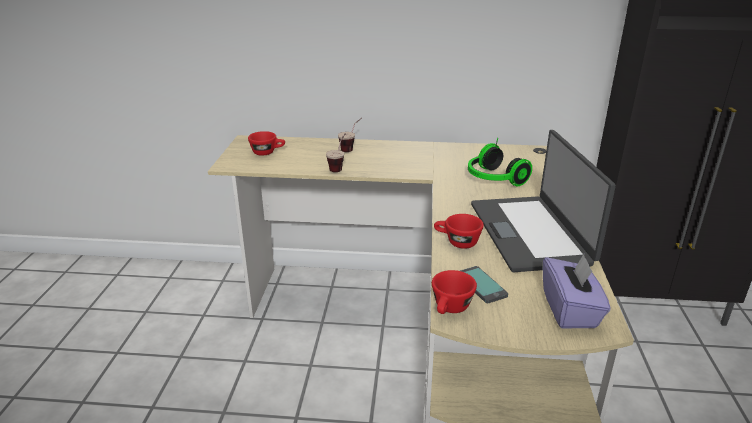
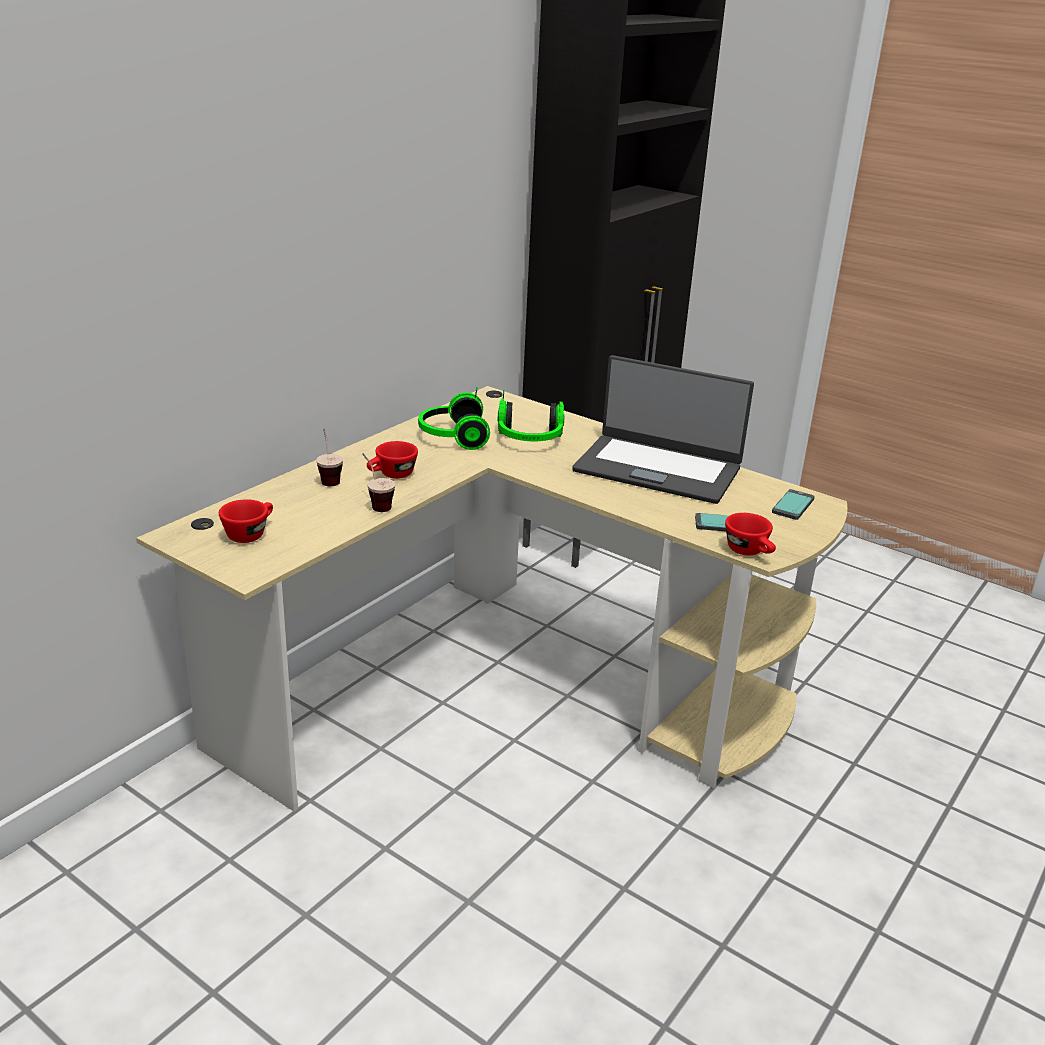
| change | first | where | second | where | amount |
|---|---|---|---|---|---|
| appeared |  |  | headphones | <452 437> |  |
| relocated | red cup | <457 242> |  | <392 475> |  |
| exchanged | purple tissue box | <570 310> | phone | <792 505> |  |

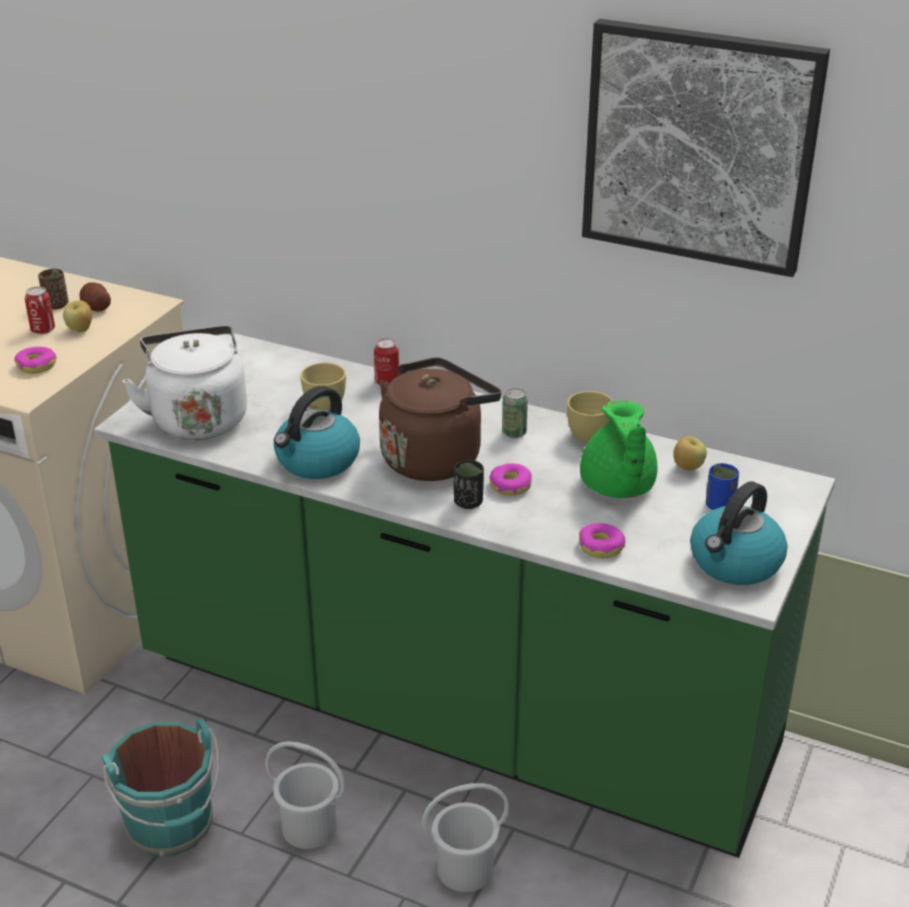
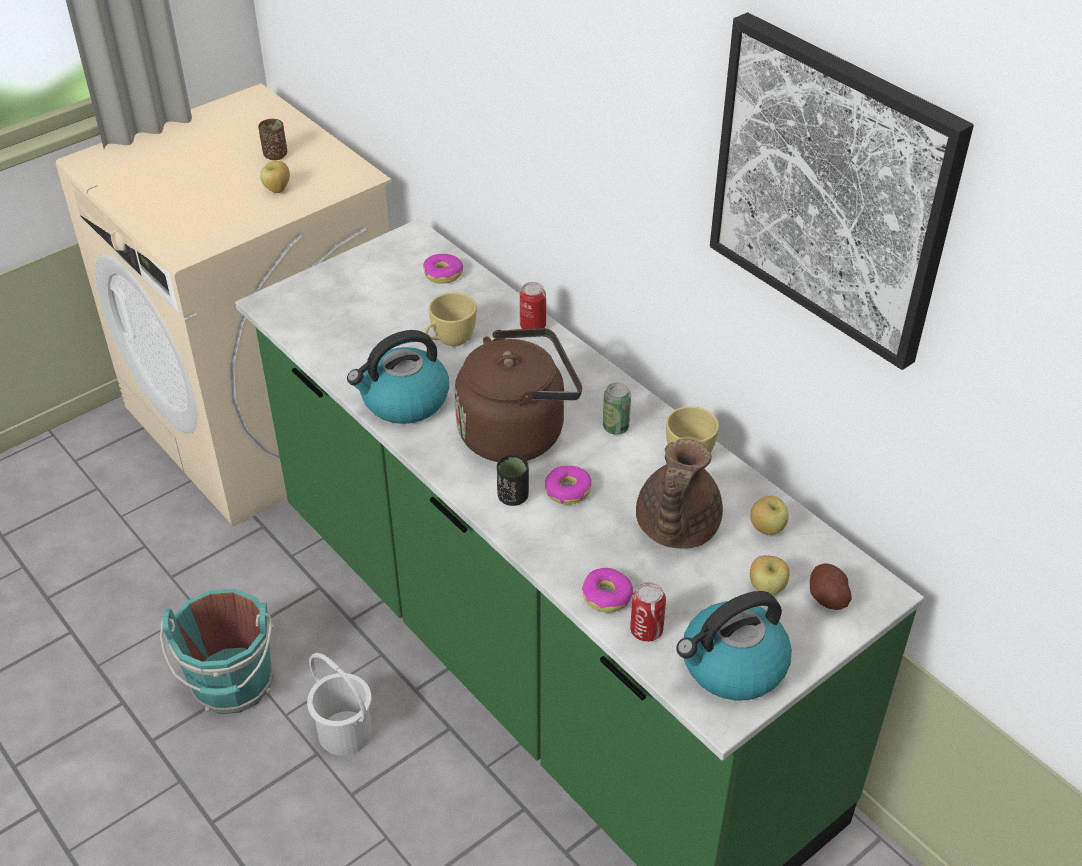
| change | first | where | second | where | amount |
|---|---|---|---|---|---|
| missing | white kettle | <197 418> |  |  |  |
| missing | white bucket | <464 868> |  |  |  |
| relocated | donut | <37 366> |  | <443 274> |  |
| relocated | can | <43 330> |  | <646 630> |  |
| relocated | potato | <96 308> |  | <827 597> |  |
| exchanged | blue cup | <719 506> | apple | <767 589> |  |
| colour | green teapot | <617 487> | brown teapot | <675 528> |  |

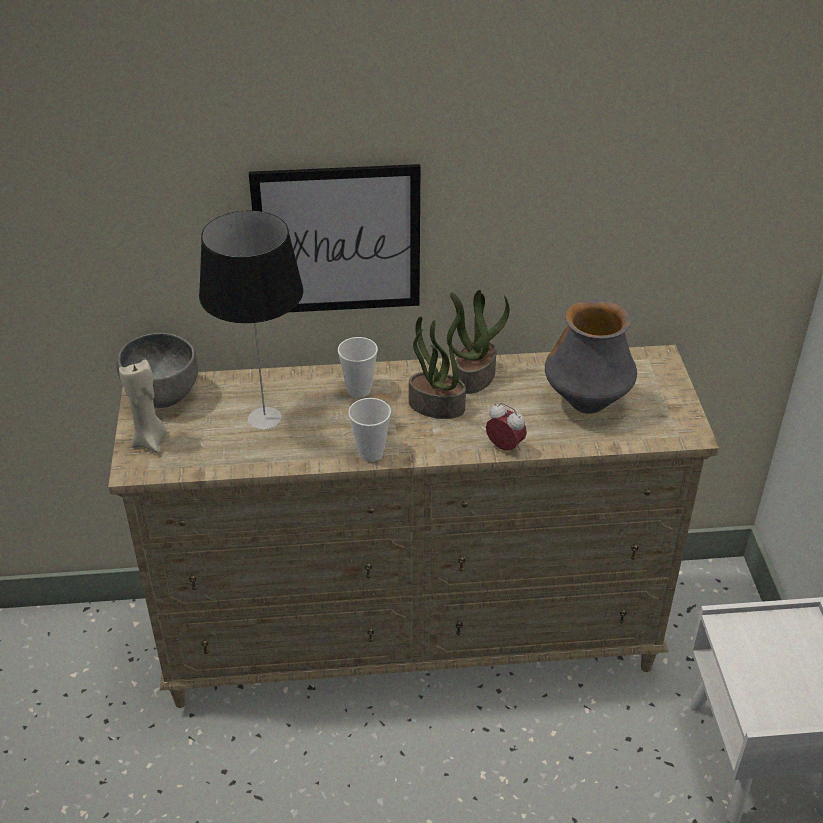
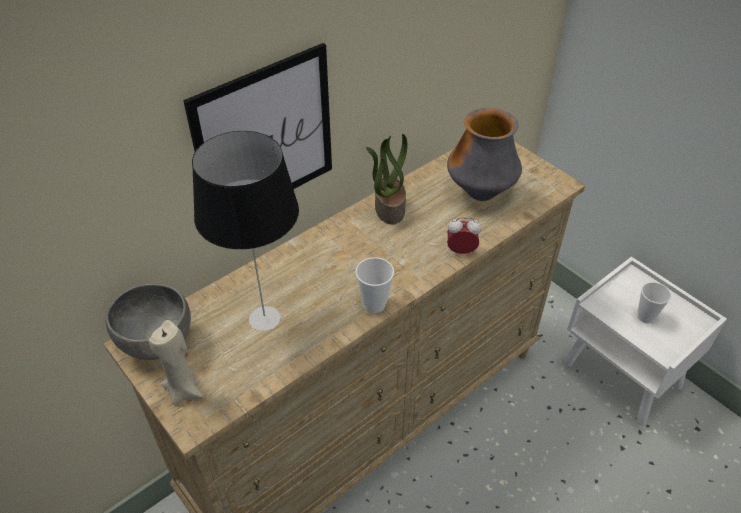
| change | first | where | second | where | amount |
|---|---|---|---|---|---|
| missing | potted plant | <435 406> |  |  |  |
| relocated | cup | <359 390> |  | <645 317> |  |

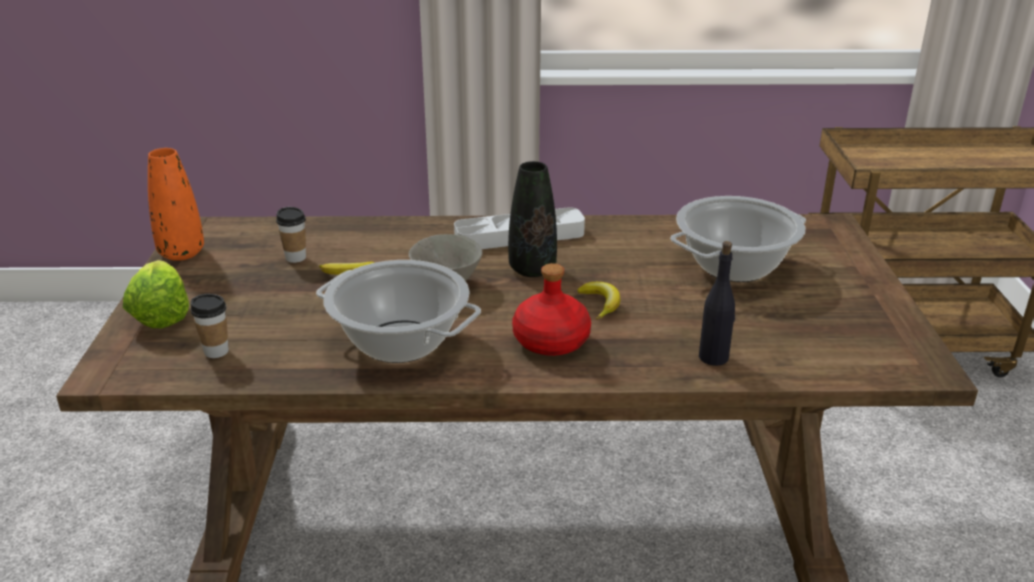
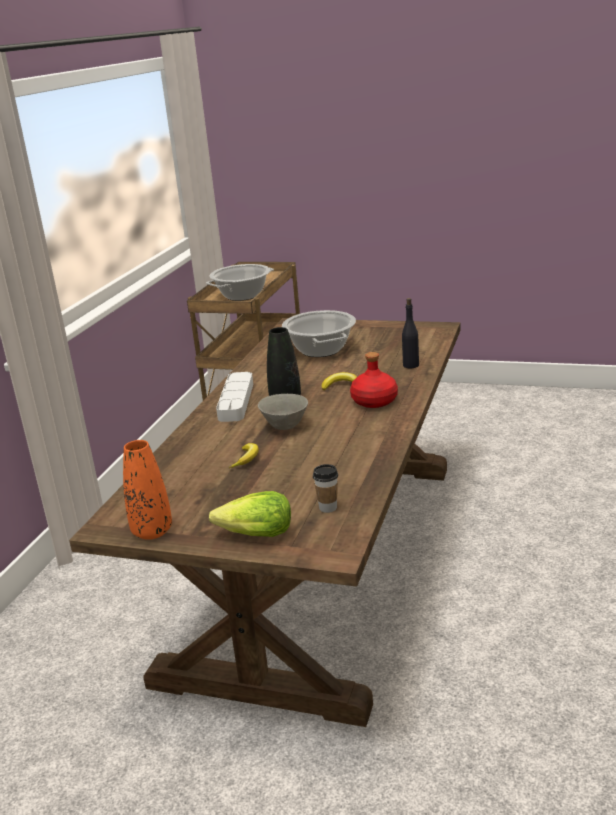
| change | first | where | second | where | amount |
|---|---|---|---|---|---|
| missing | cup | <295 258> |  |  |  |
| relocated | cooking pot | <399 342> |  | <242 296> |  |

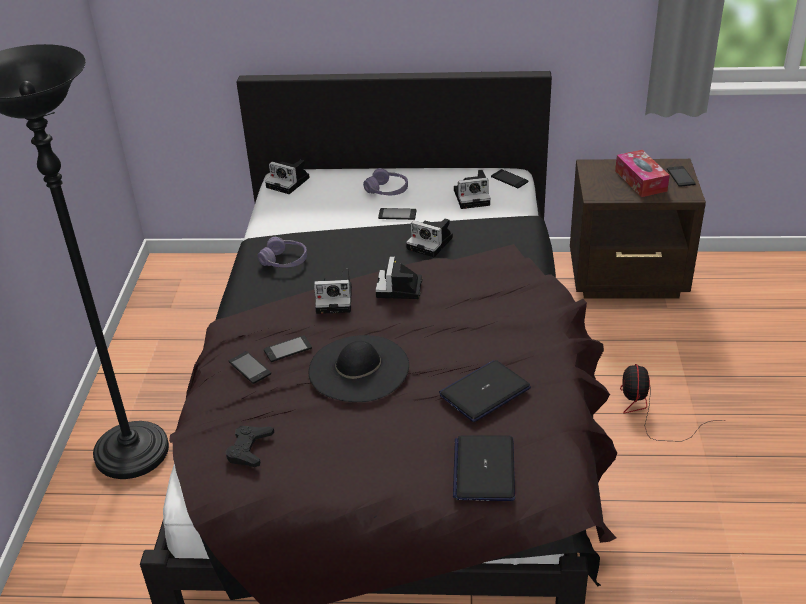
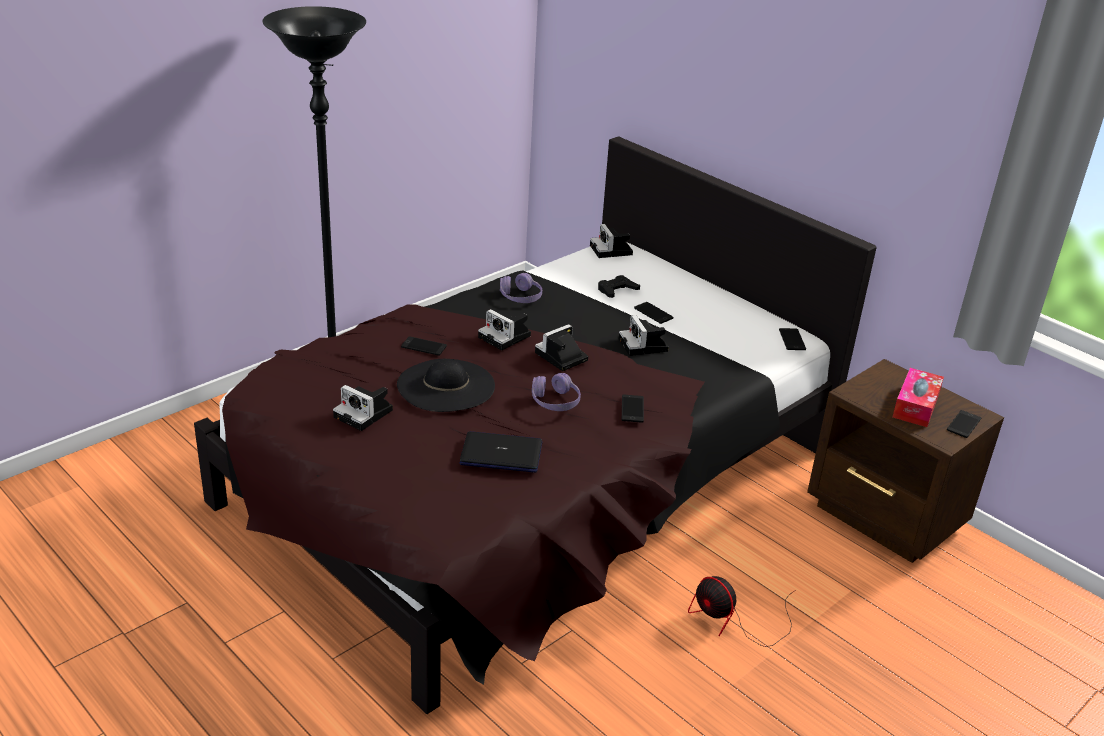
| change | first | where | second | where | amount |
|---|---|---|---|---|---|
| missing | laptop | <484 469> |  |  |  |
| relocated | black game controller | <249 449> |  | <617 290> |  |
| relocated | phone | <249 368> |  | <632 409> |  |
| relocated | purple headphones | <387 190> |  | <555 401> |  |
| relocated | photo camera | <473 197> |  | <365 414> |  |
| spun | fan | <649 412> |  | <734 621> | 90 degrees counterclockwise |

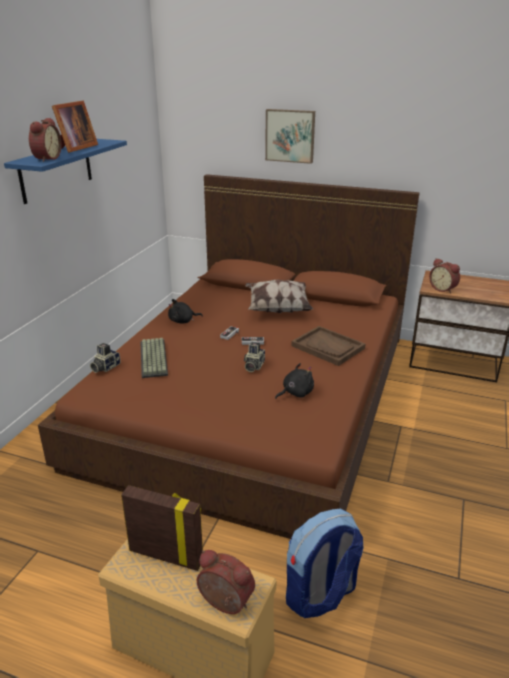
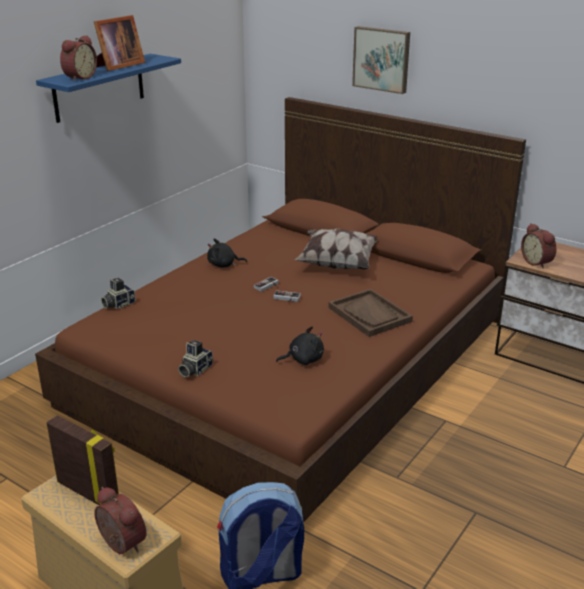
| change | first | where | second | where | amount |
|---|---|---|---|---|---|
| missing | keyboard | <155 358> |  |  |  |
| relocated | photo camera | <253 366> |  | <194 369> |  |

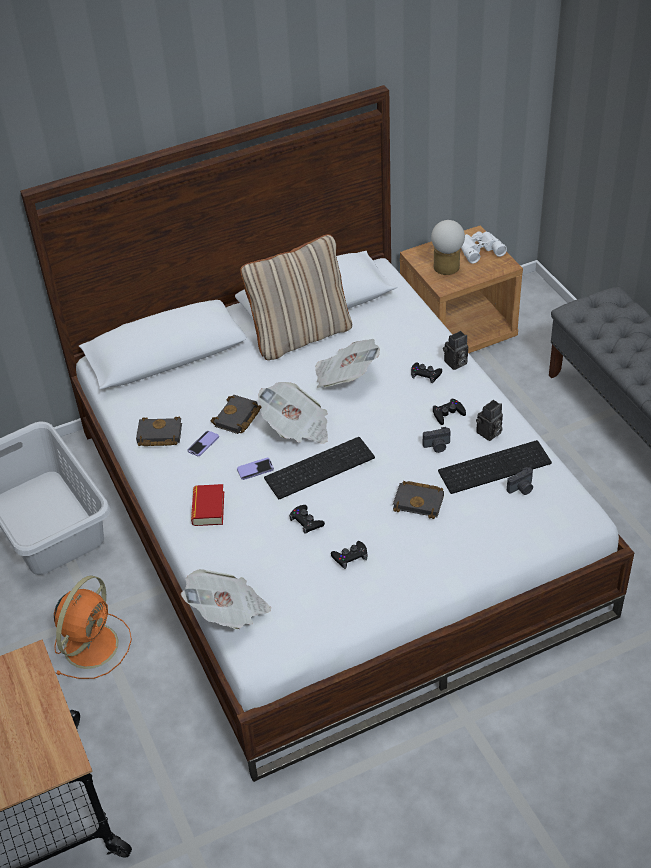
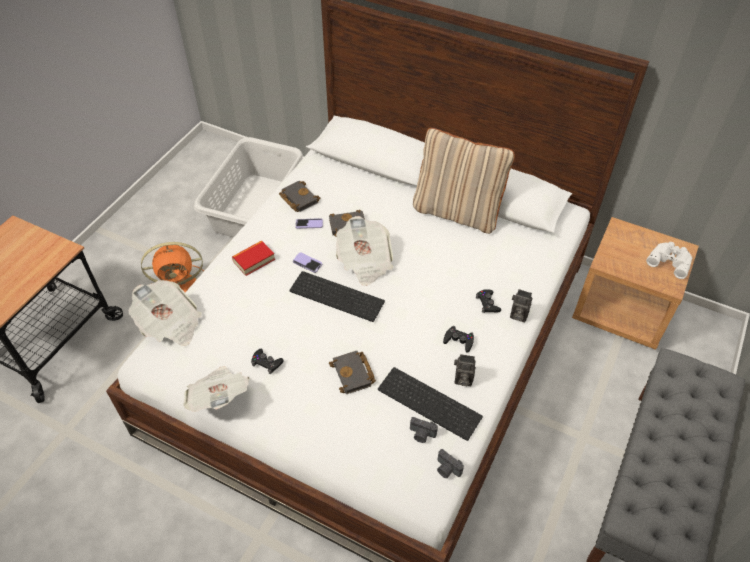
| change | first | where | second | where | amount |
|---|---|---|---|---|---|
| missing | black game controller | <306 521> |  |  |  |
| missing | table lamp | <446 269> |  |  |  |
| relocated | newspaper | <345 376> |  | <219 397> |  |
| relocated | photo camera | <437 446> |  | <447 469> |  |

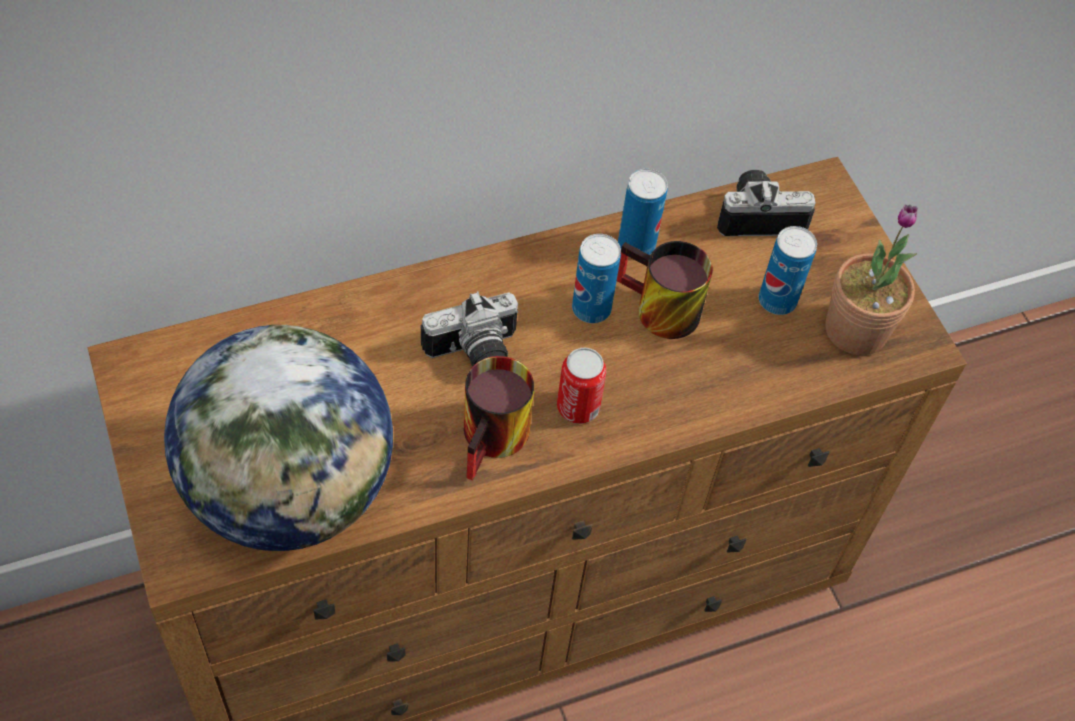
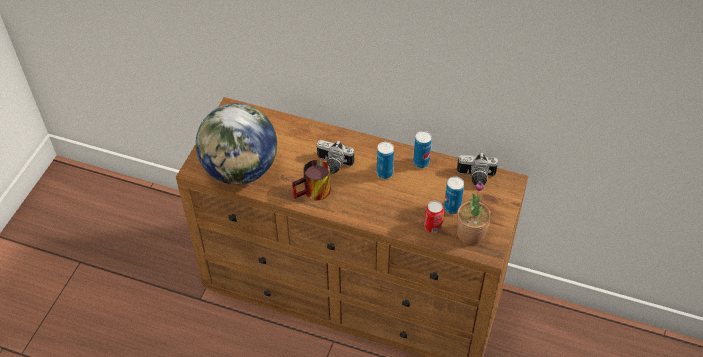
| change | first | where | second | where | amount |
|---|---|---|---|---|---|
| missing | mug | <656 311> |  |  |  |
| relocated | can | <578 407> |  | <432 226> |  |
| spun | photo camera | <759 214> |  | <476 177> | 150 degrees clockwise |

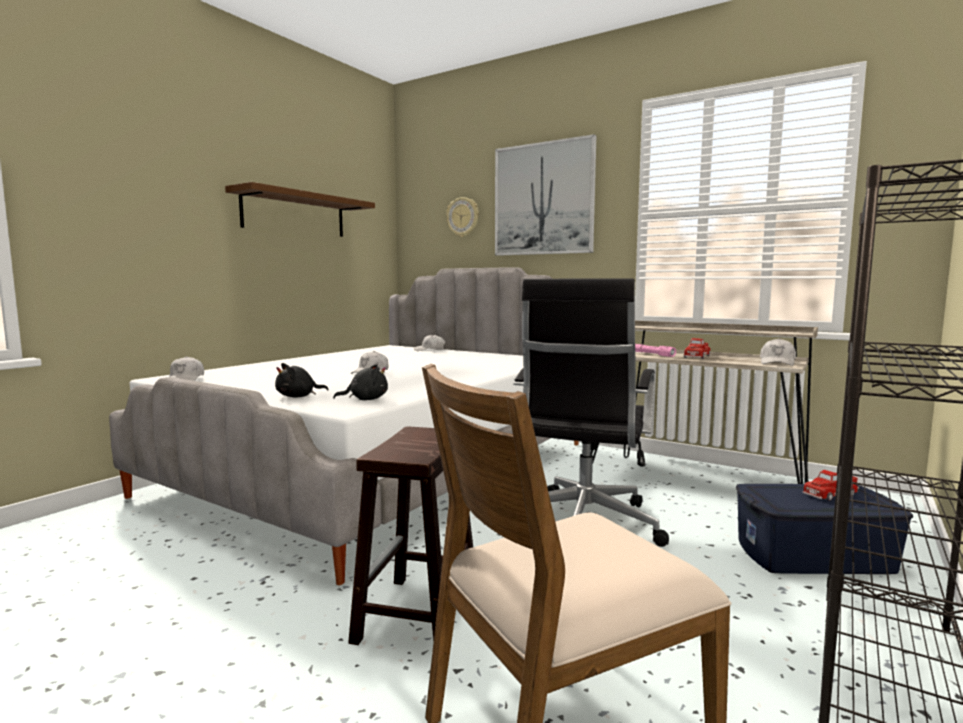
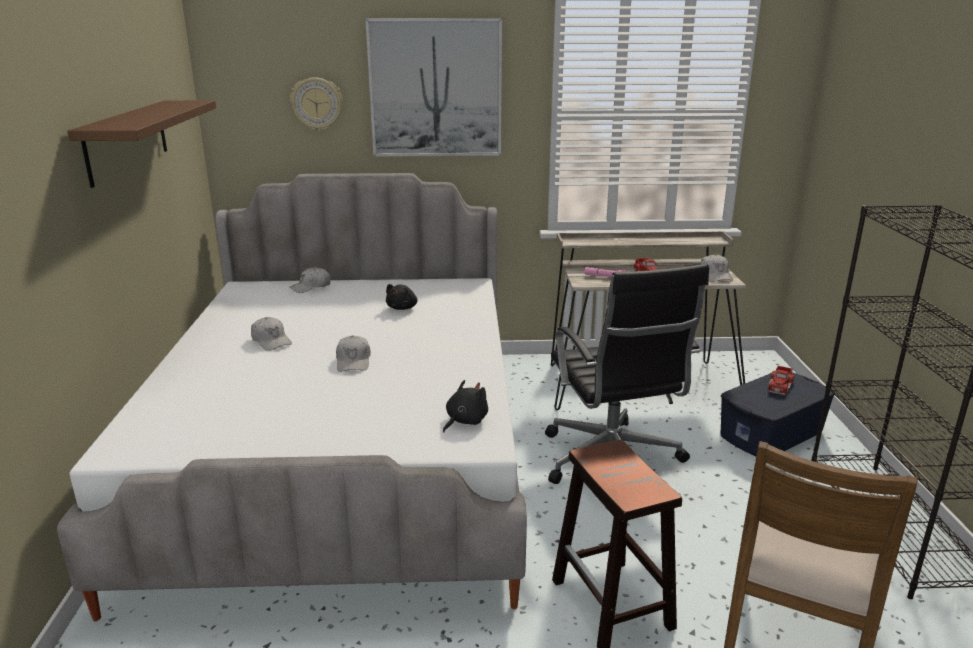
| change | first | where | second | where | amount |
|---|---|---|---|---|---|
| relocated | white cap | <185 379> |  | <271 341> |  |
| relocated | black plush toy | <298 396> |  | <403 308> |  |

